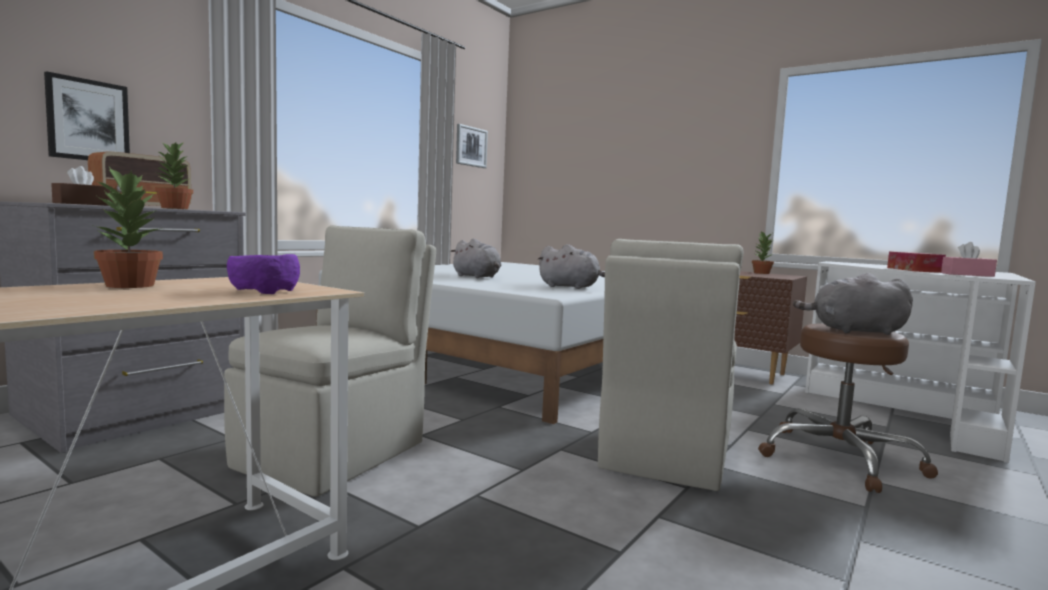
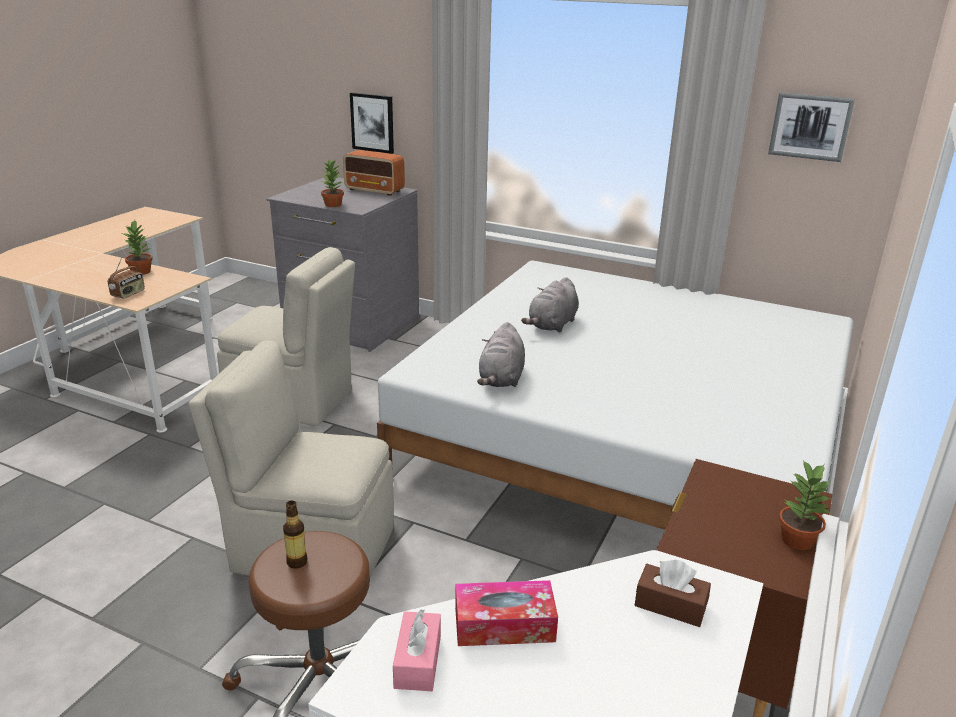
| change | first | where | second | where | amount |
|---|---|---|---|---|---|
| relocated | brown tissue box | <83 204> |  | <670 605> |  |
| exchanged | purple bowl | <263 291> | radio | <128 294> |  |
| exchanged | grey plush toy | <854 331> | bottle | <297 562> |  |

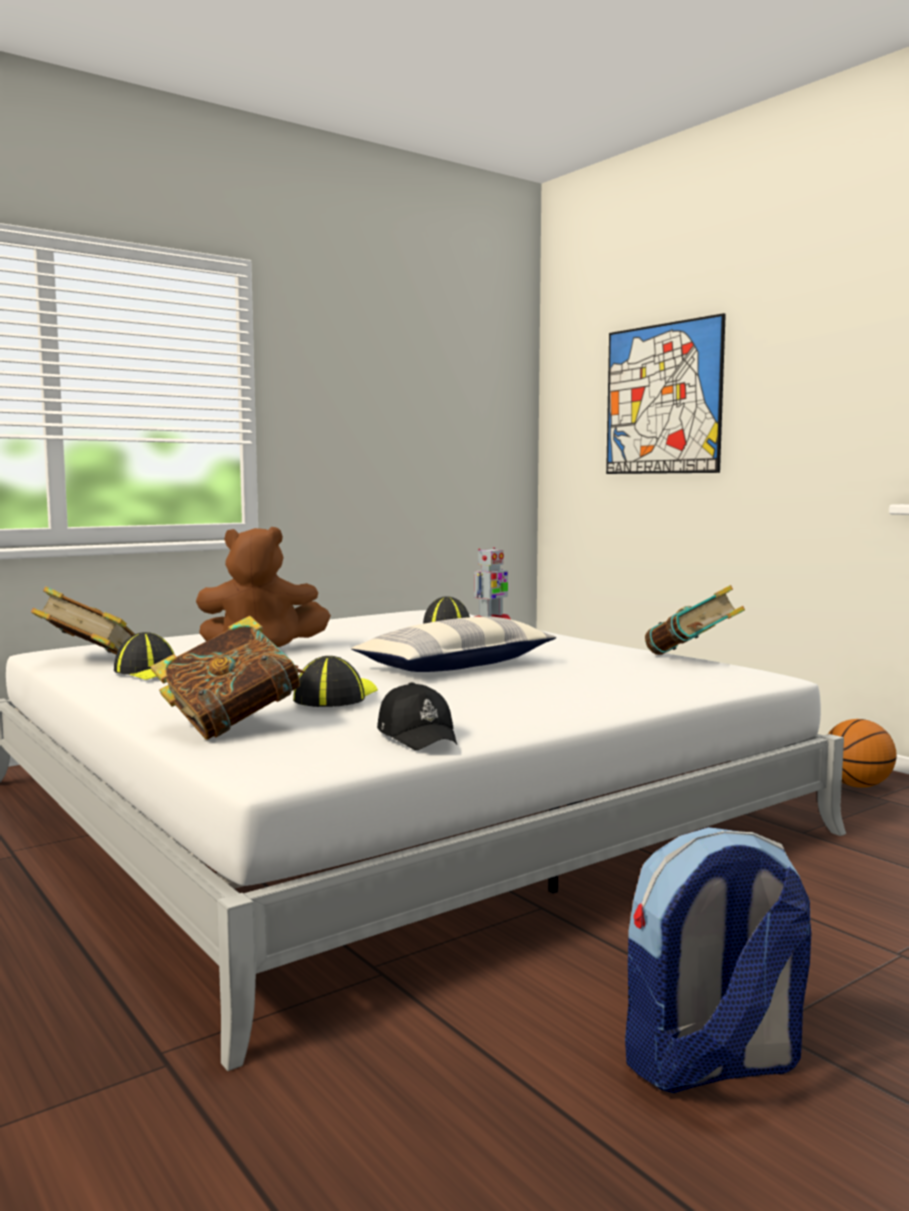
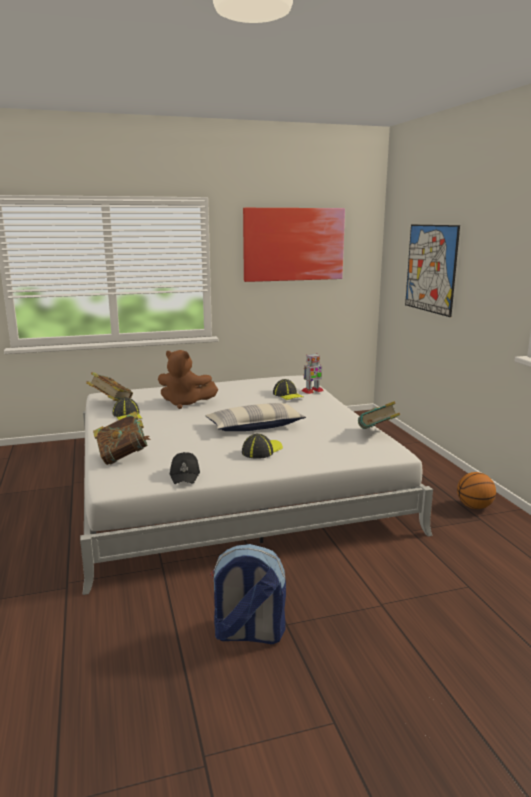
| change | first | where | second | where | amount |
|---|---|---|---|---|---|
| appeared |  |  | picture | <293 244> |  |
| relocated | cap | <335 696> |  | <262 450> |  |

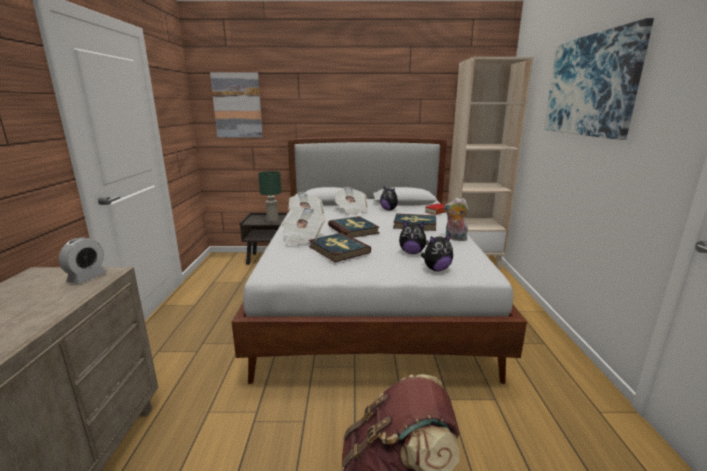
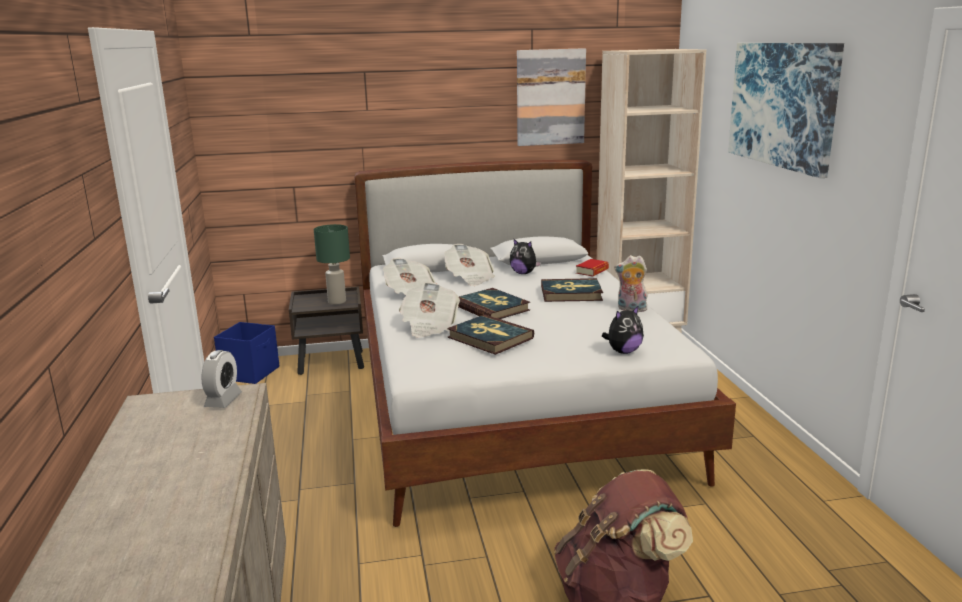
| change | first | where | second | where | amount |
|---|---|---|---|---|---|
| missing | plush toy | <412 252> |  |  |  |
| appeared |  |  | blue storage box | <251 373> |  |
| relocated | picture | <237 105> |  | <550 97> |  |

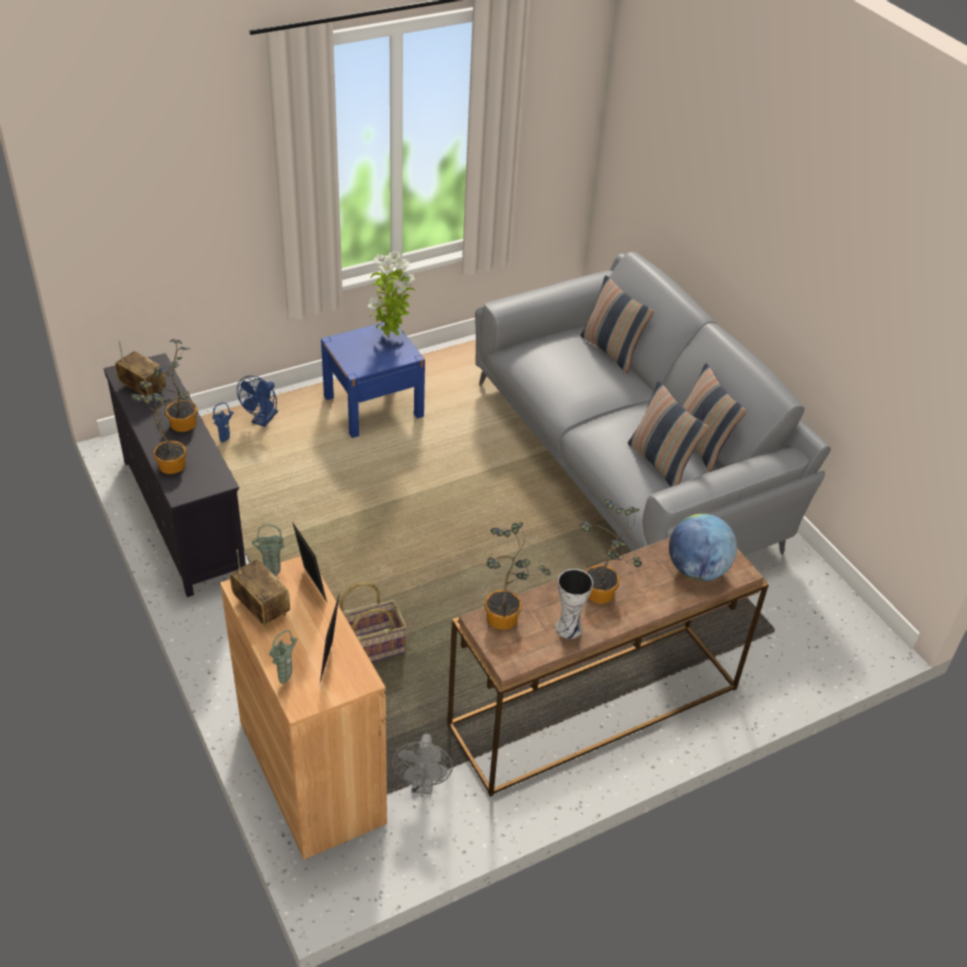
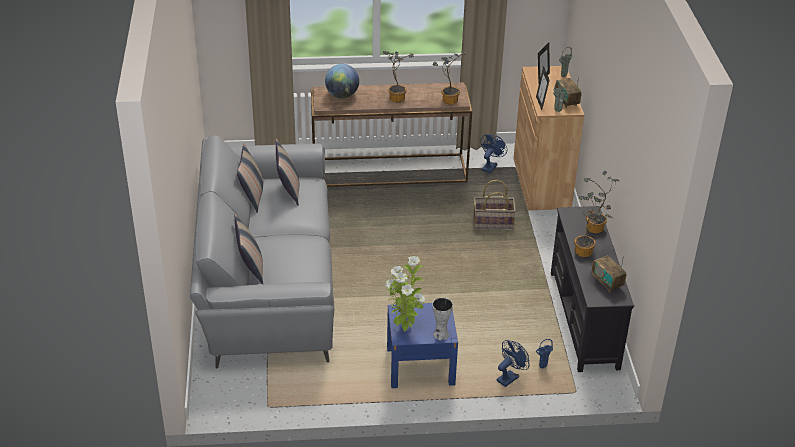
| change | first | where | second | where | amount |
|---|---|---|---|---|---|
| relocated | vase | <569 627> |  | <440 334> |  |
| colour | grey fan | <423 785> | blue fan | <490 166> |  |

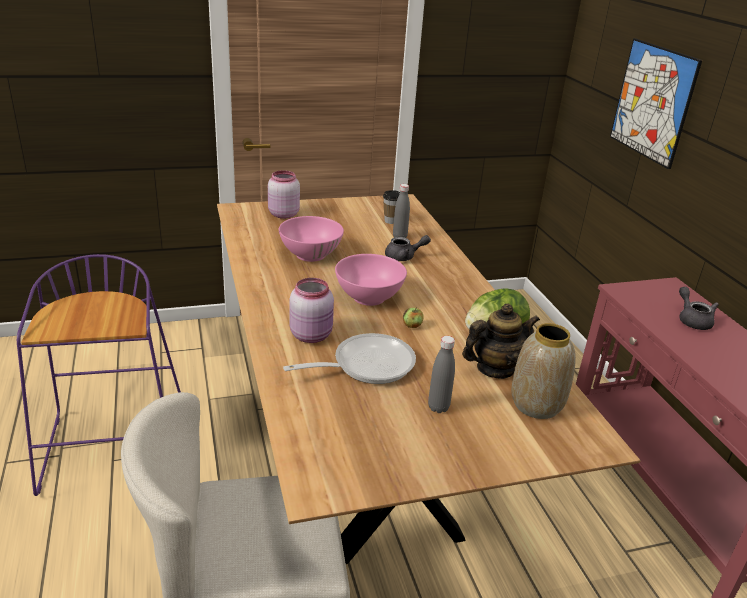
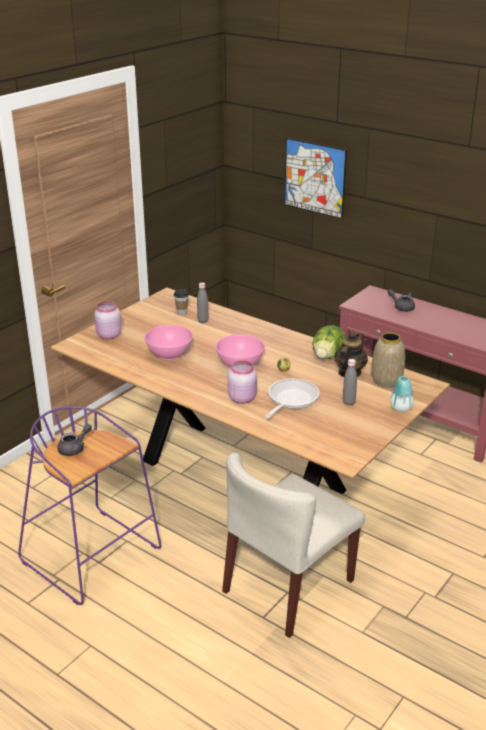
| change | first | where | second | where | amount |
|---|---|---|---|---|---|
| appeared |  |  | vase | <401 408> |  |
| relocated | grey teapot | <404 257> |  | <75 448> |  |

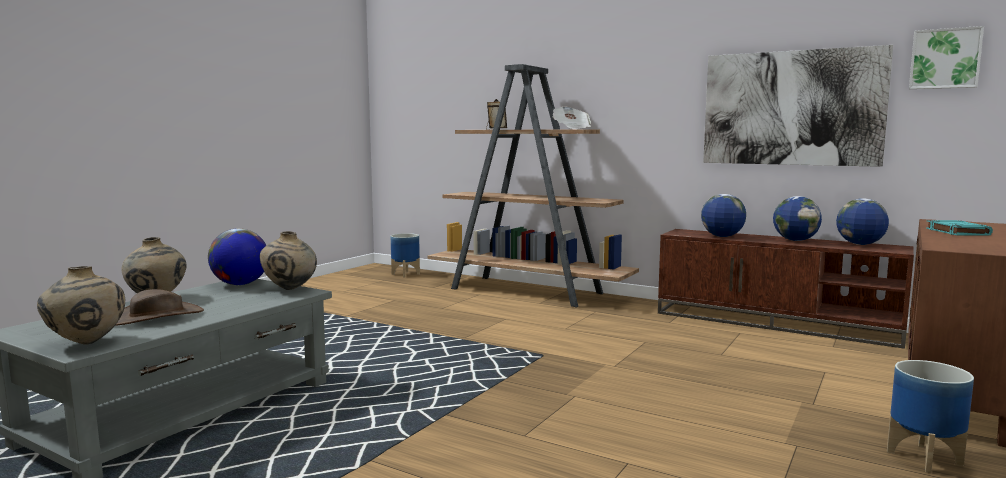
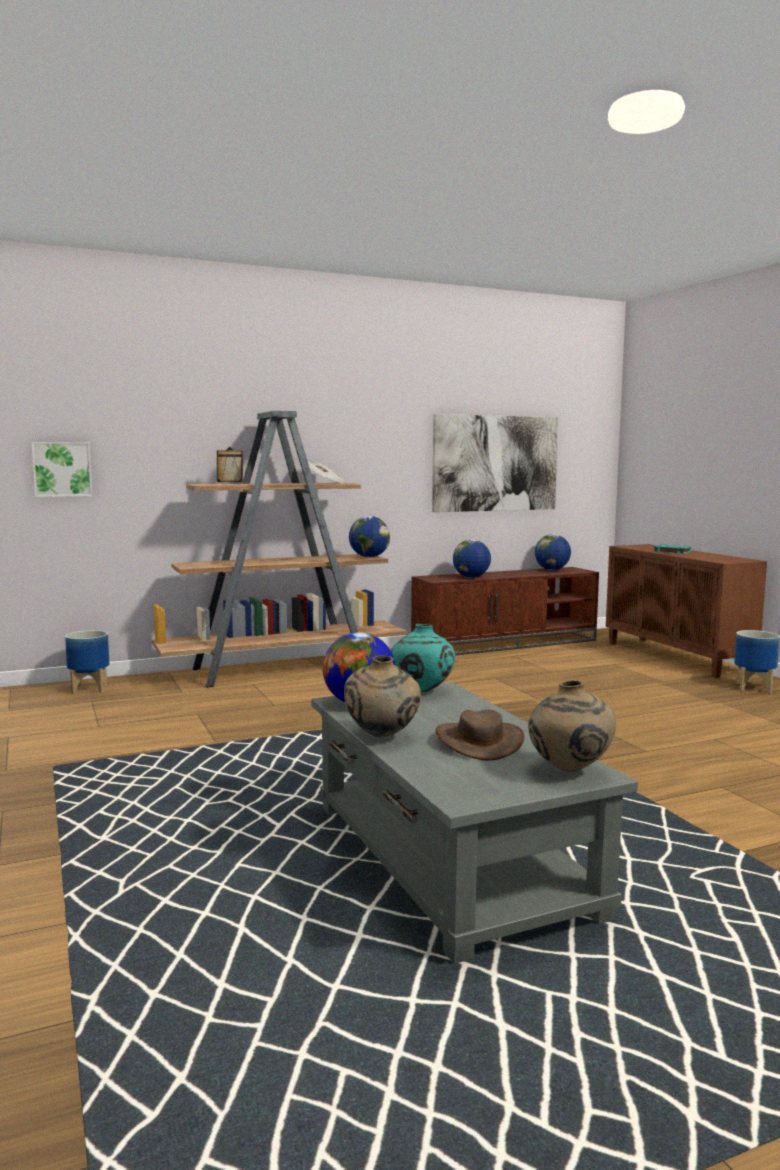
| change | first | where | second | where | amount |
|---|---|---|---|---|---|
| relocated | globe | <795 240> |  | <369 557> |  |
| relocated | picture | <945 59> |  | <62 469> |  |
| colour | beige vase | <290 289> | turquoise vase | <422 691> |  |

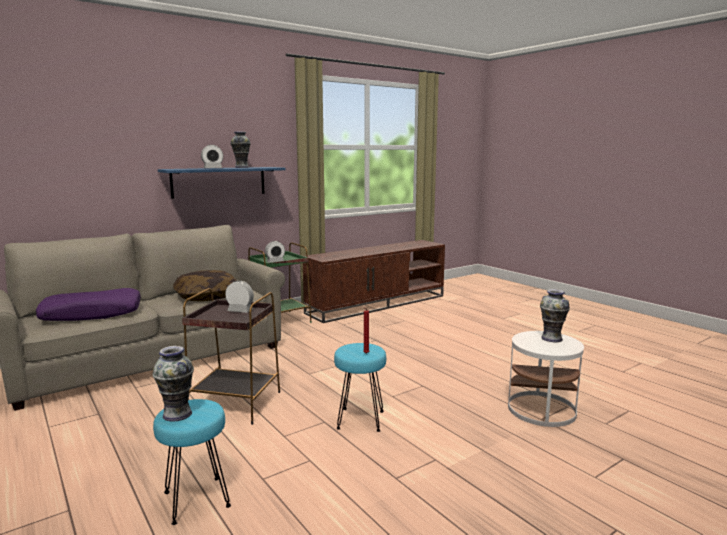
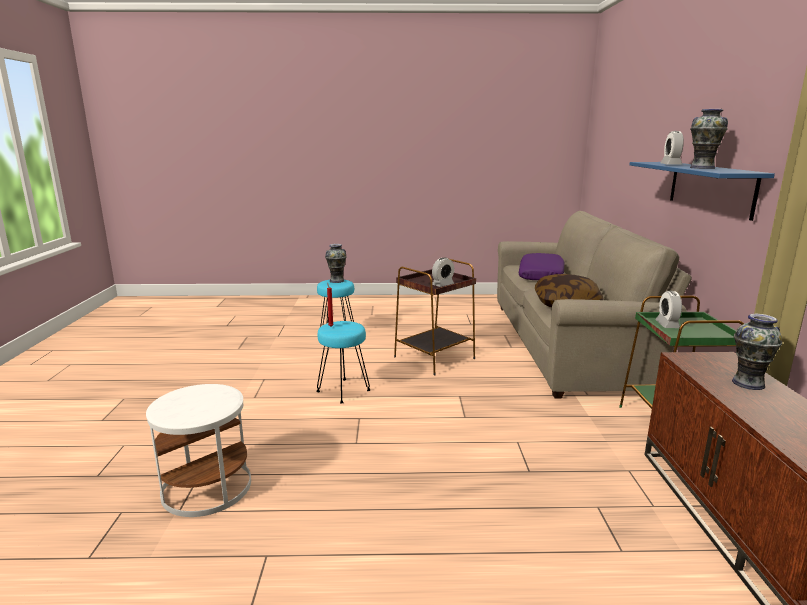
| change | first | where | second | where | amount |
|---|---|---|---|---|---|
| relocated | vase | <552 338> |  | <748 383> |  |

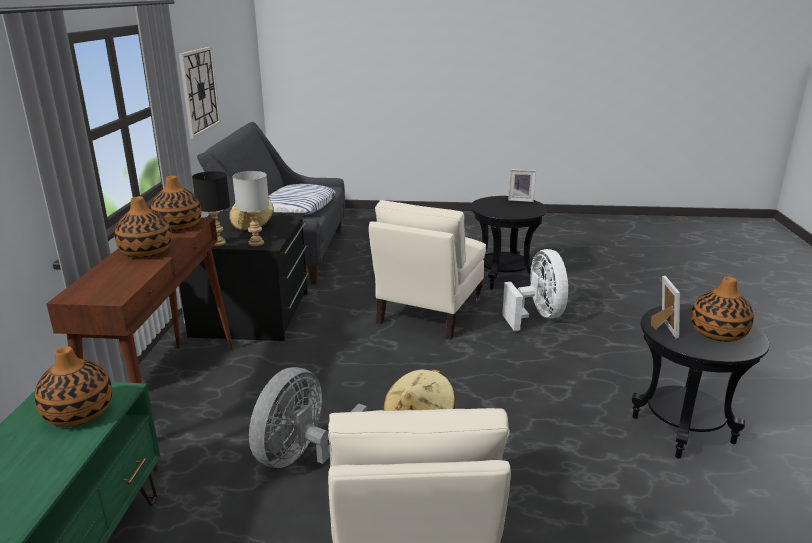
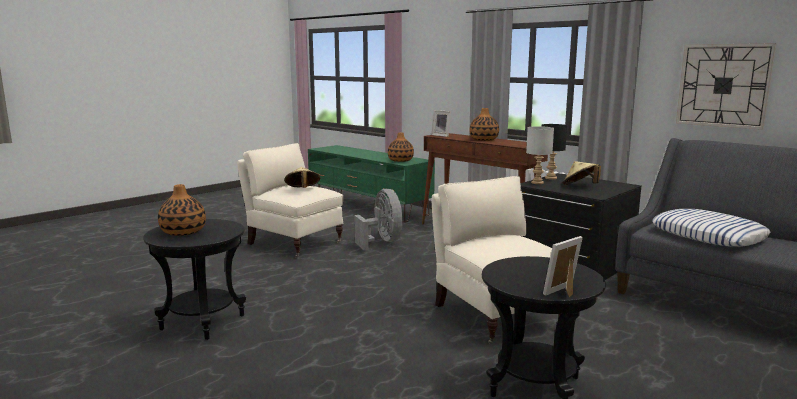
| change | first | where | second | where | amount |
|---|---|---|---|---|---|
| missing | vase | <178 226> |  |  |  |
| missing | white fan | <537 316> |  |  |  |
| relocated | picture frame | <662 328> |  | <442 135> |  |

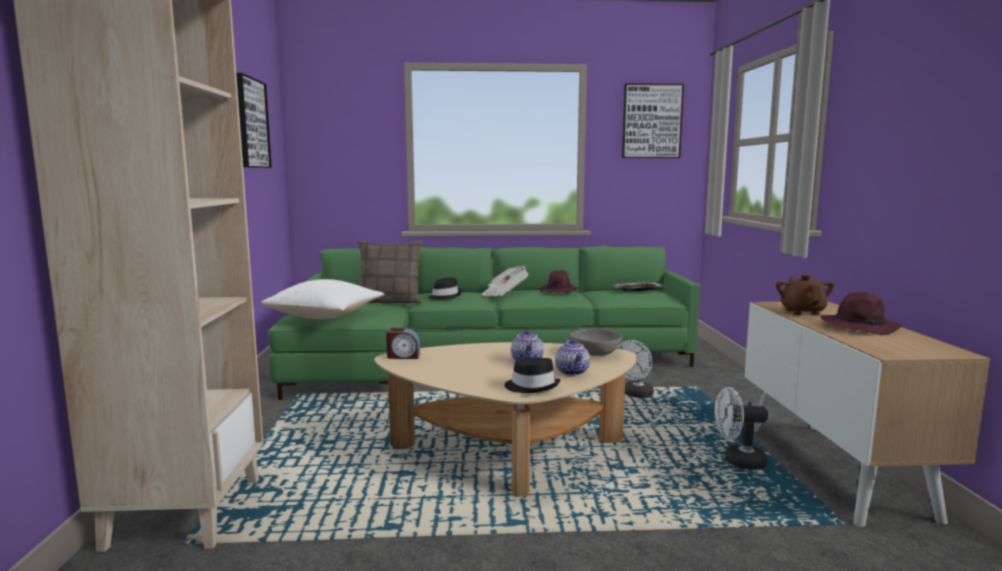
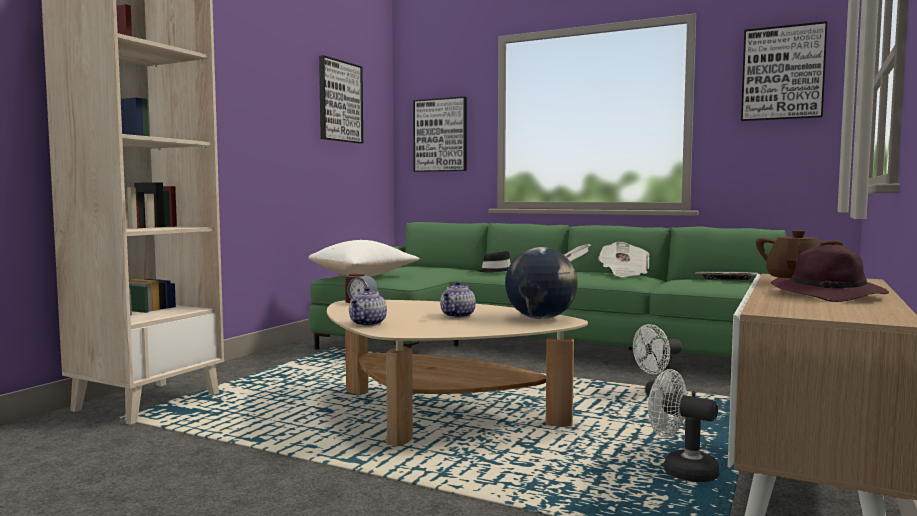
| change | first | where | second | where | amount |
|---|---|---|---|---|---|
| missing | pillow | <390 301> |  |  |  |
| missing | black hat | <532 387> |  |  |  |
| appeared |  |  | picture | <440 135> |  |
| relocated | teapot | <573 372> |  | <368 324> |  |
| exchanged | purple hat | <559 291> | newspaper | <623 274> |  |
| exchanged | grey bowl | <594 354> | globe | <540 318> |  |

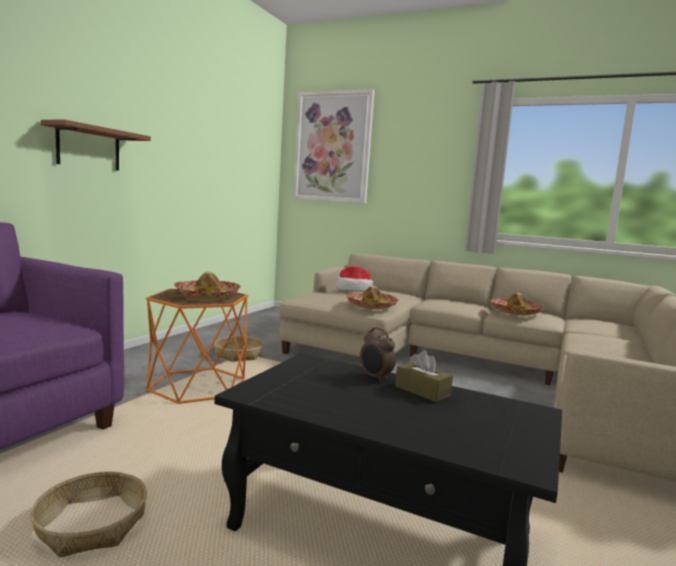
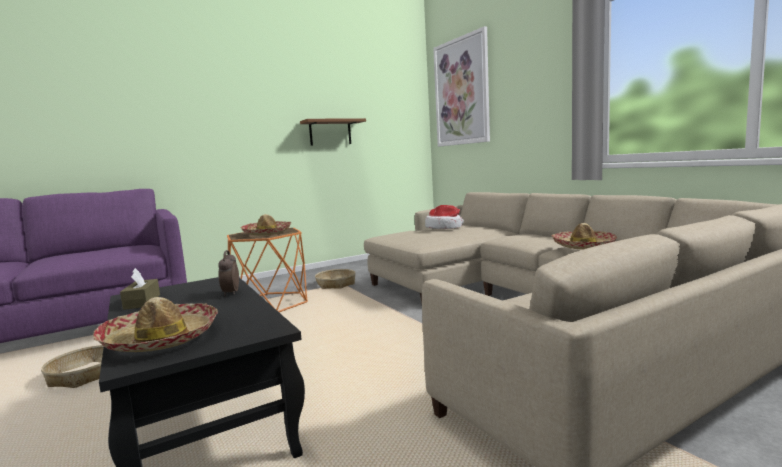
| change | first | where | second | where | amount |
|---|---|---|---|---|---|
| relocated | brown shelf | <88 148> |  | <330 132> |  |
| relocated | hat | <371 306> |  | <161 339> |  |
| relocated | brown tissue box | <422 391> |  | <142 302> |  |

